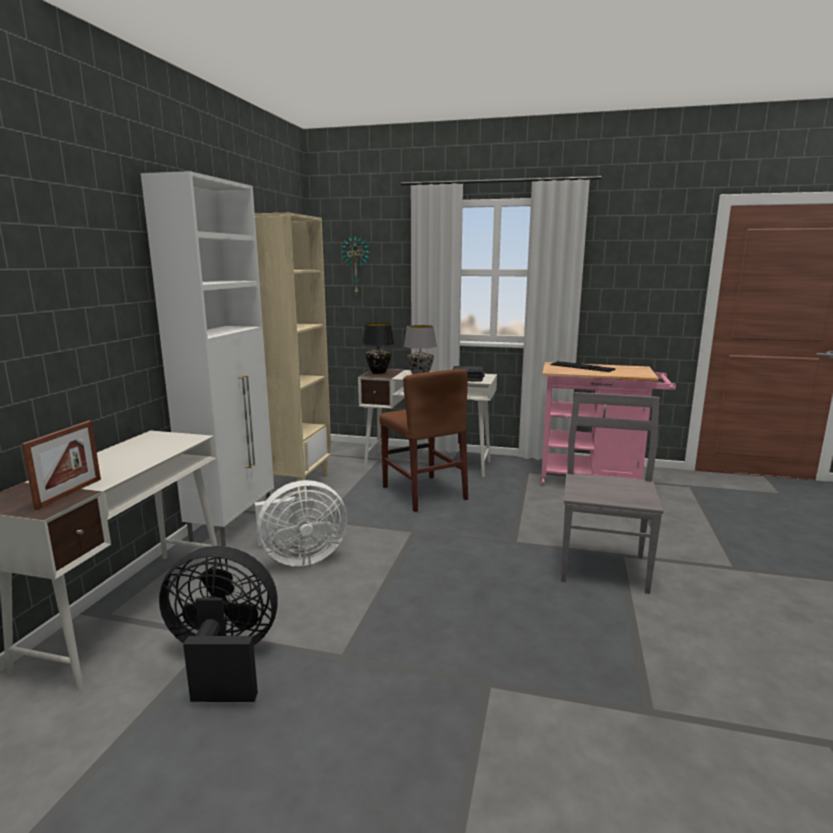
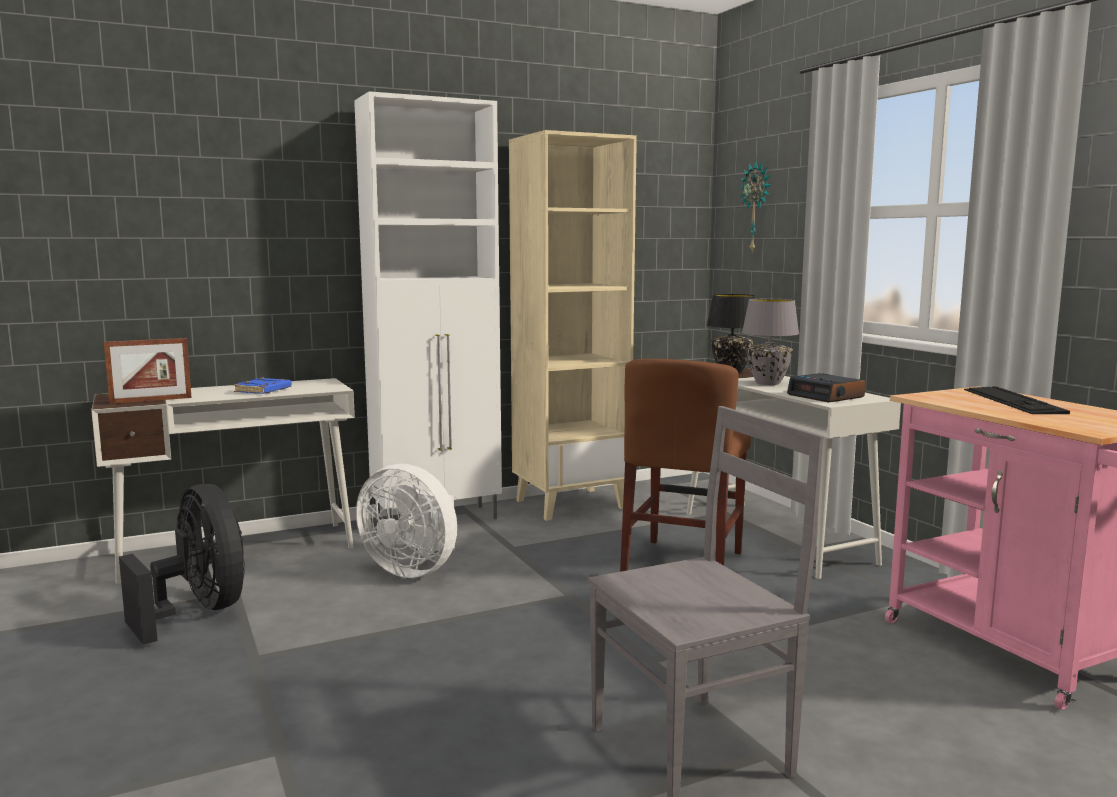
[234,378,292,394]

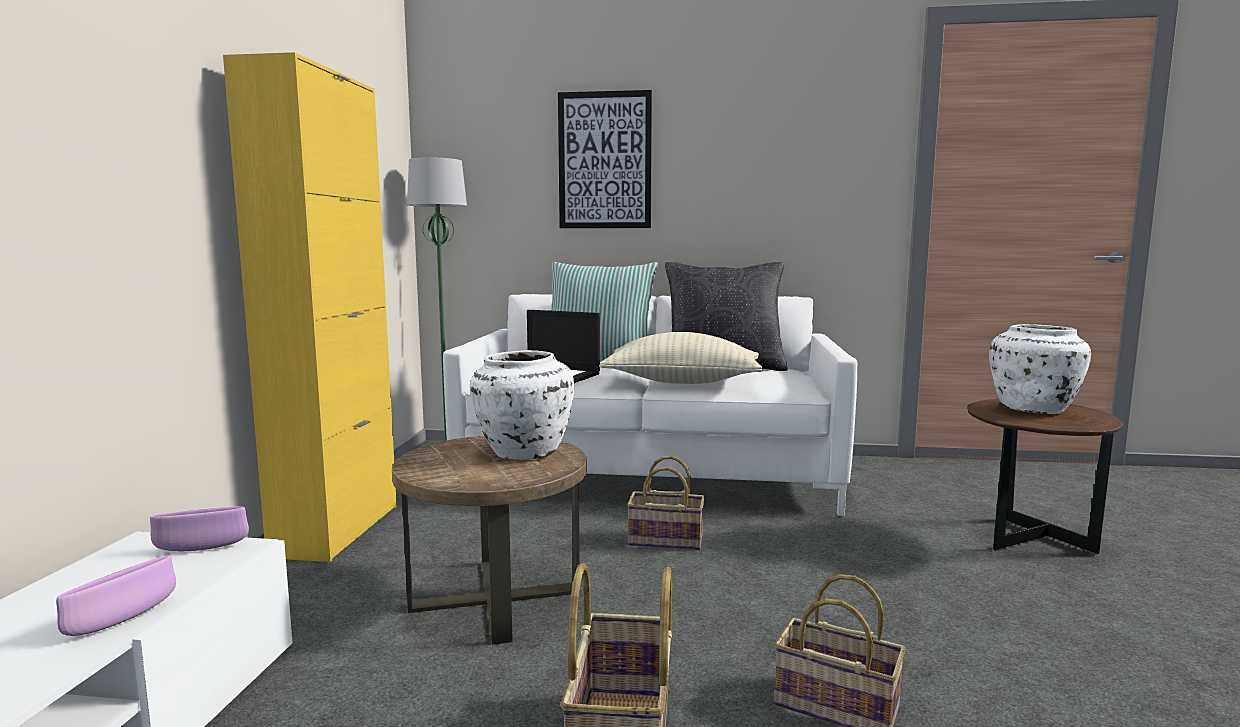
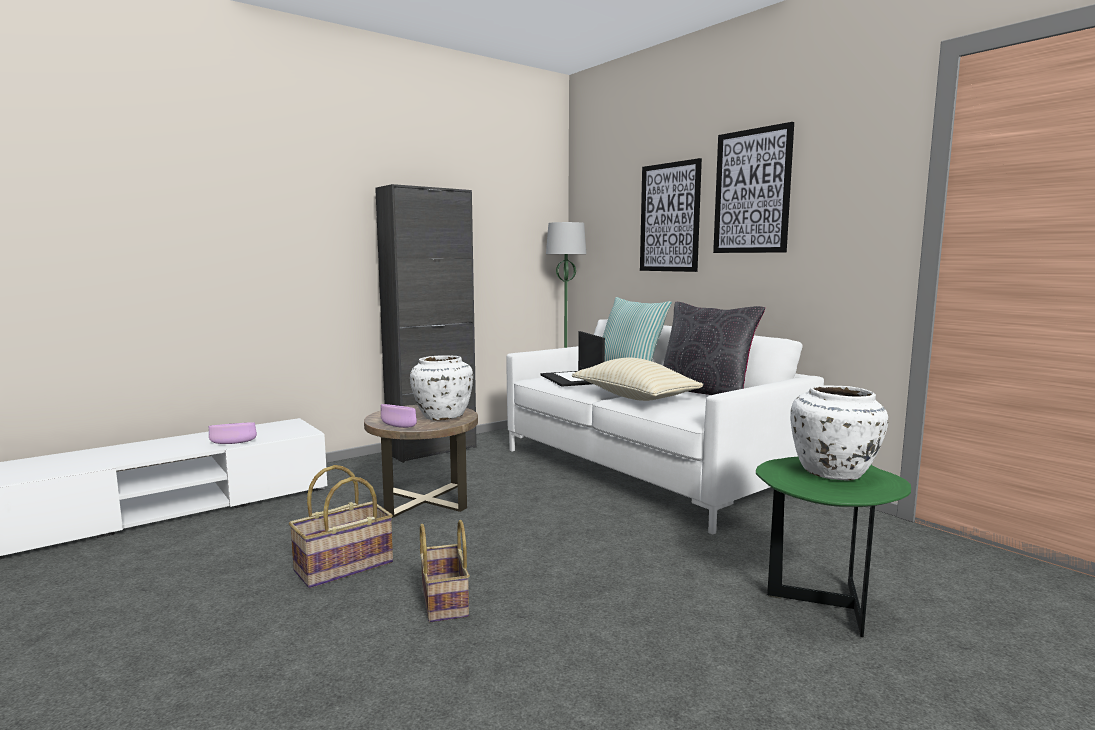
[627,456,704,550] (first image)
[713,122,794,253]
[381,404,417,428]
[375,184,477,463]
[756,457,911,637]

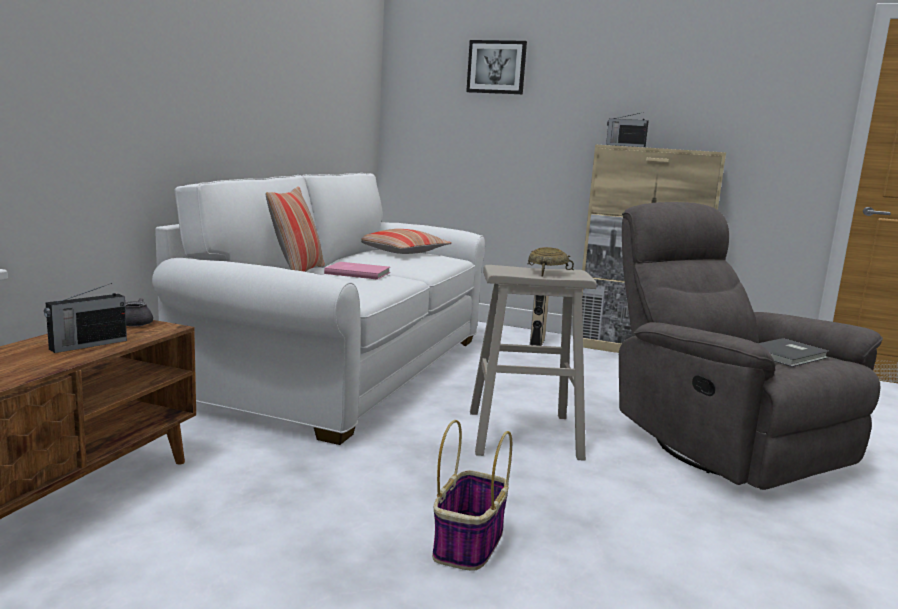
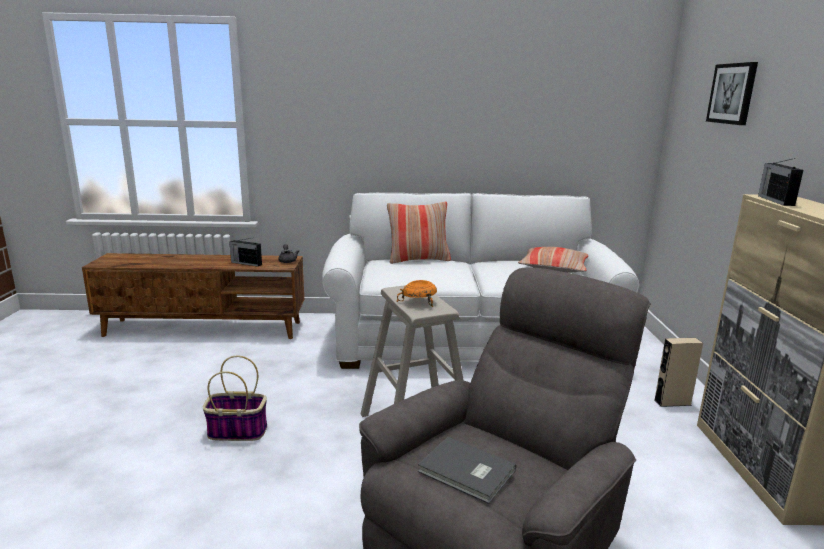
[324,262,390,280] (first image)
[397,280,437,307]

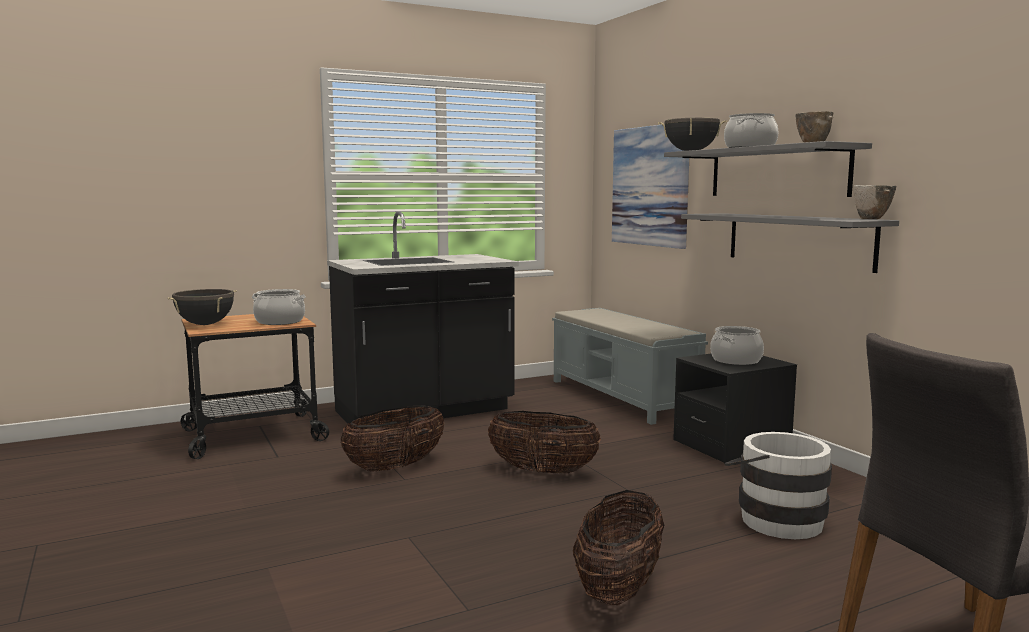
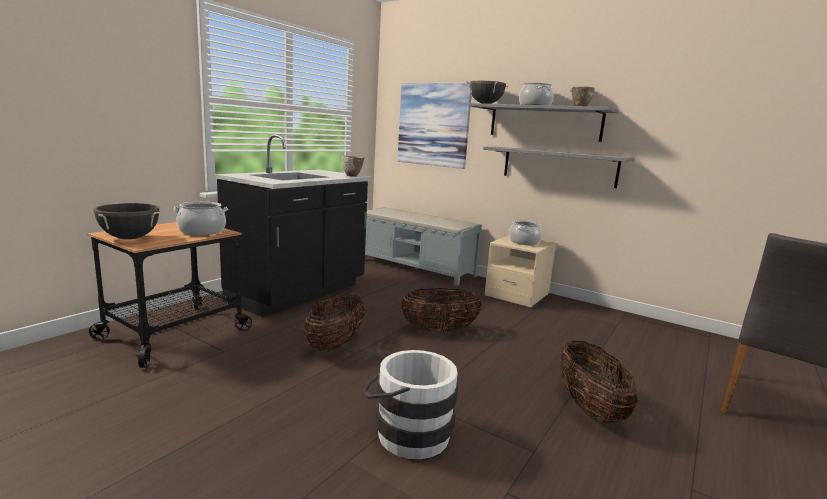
[362,350,458,459]
[342,156,364,176]
[485,235,556,308]

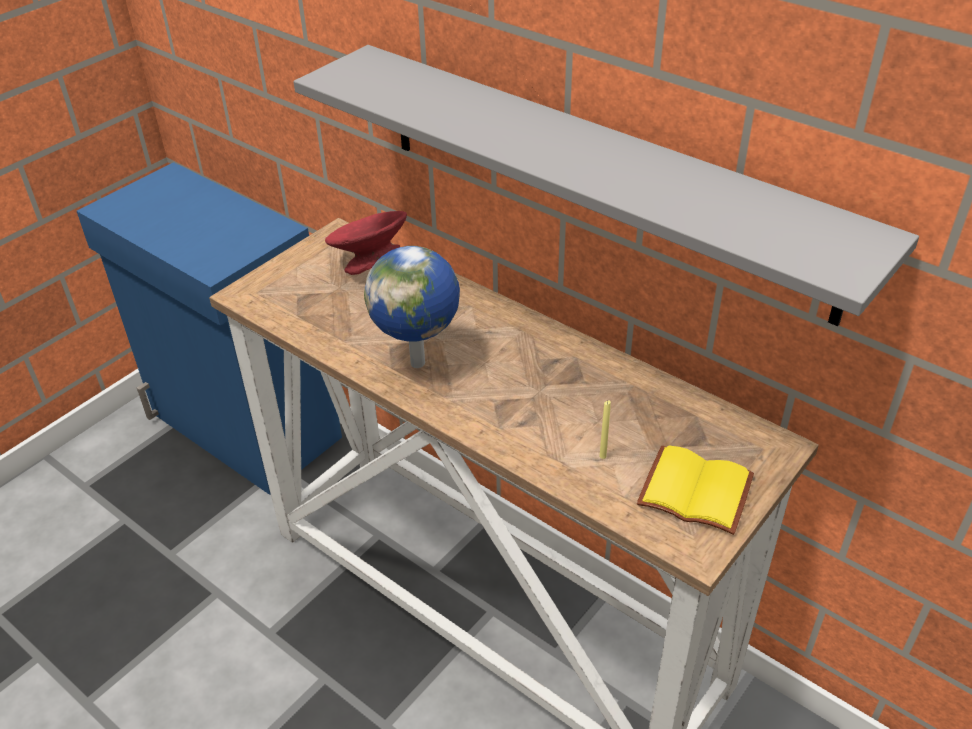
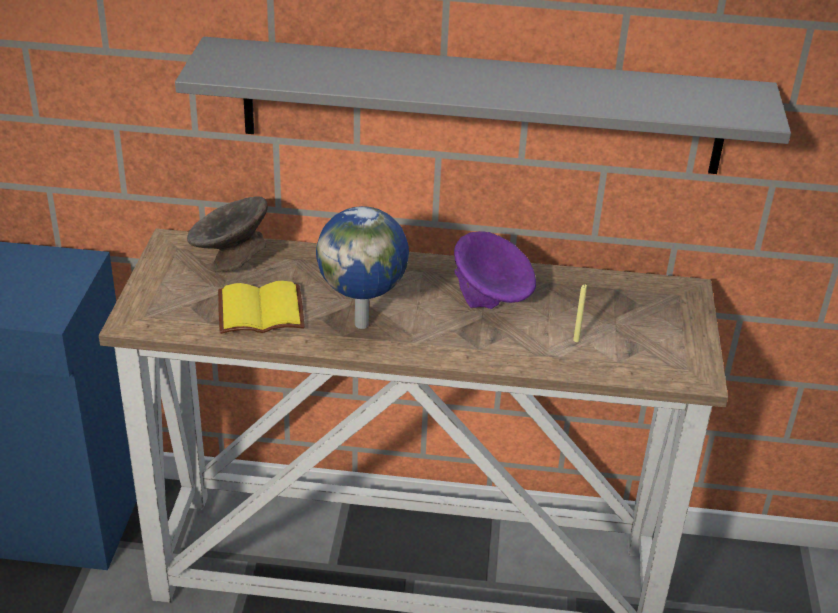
[454,231,536,309]
[218,281,305,334]
[187,196,268,272]

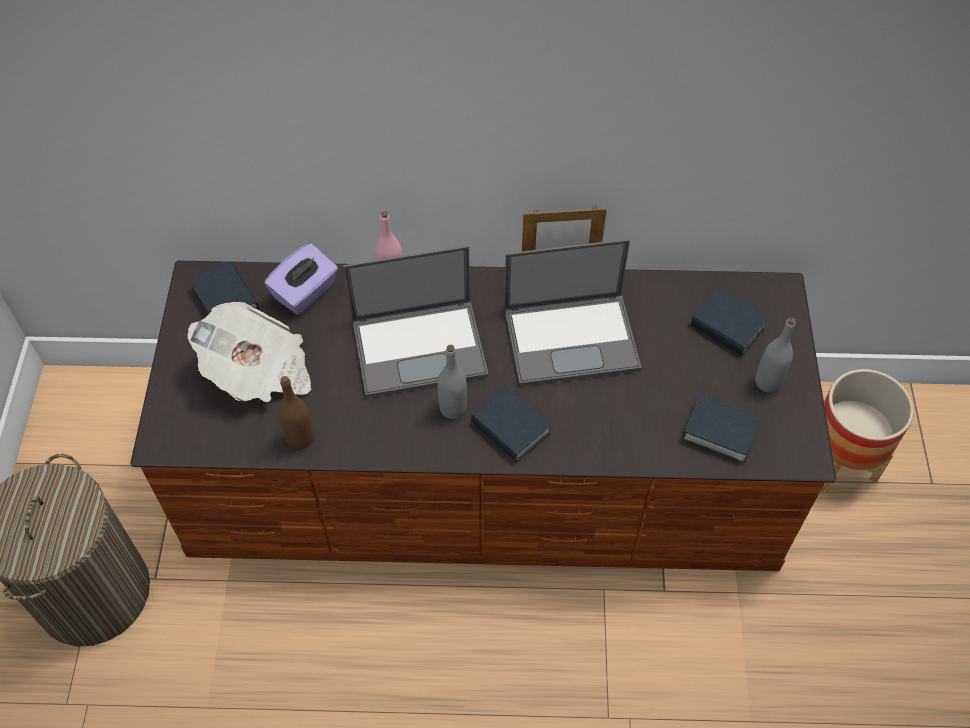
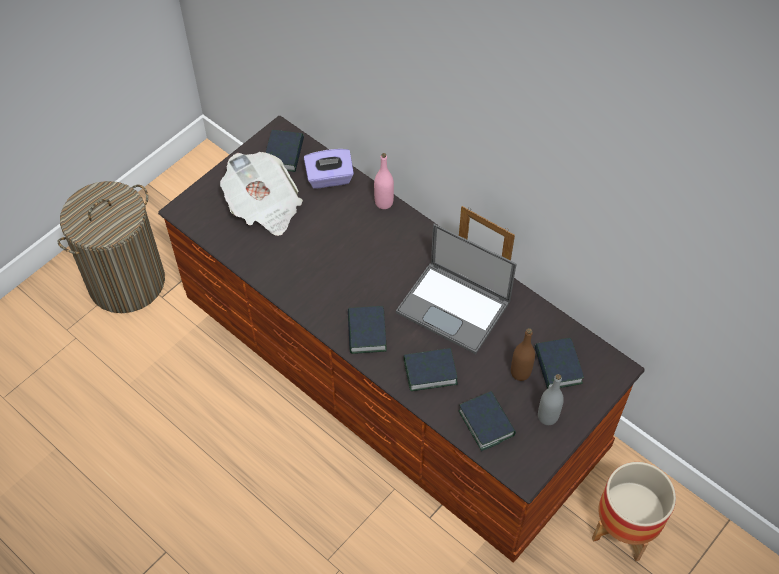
[343,245,488,398] (first image)
[438,345,467,419] (first image)
[404,348,458,391]
[511,328,535,381]

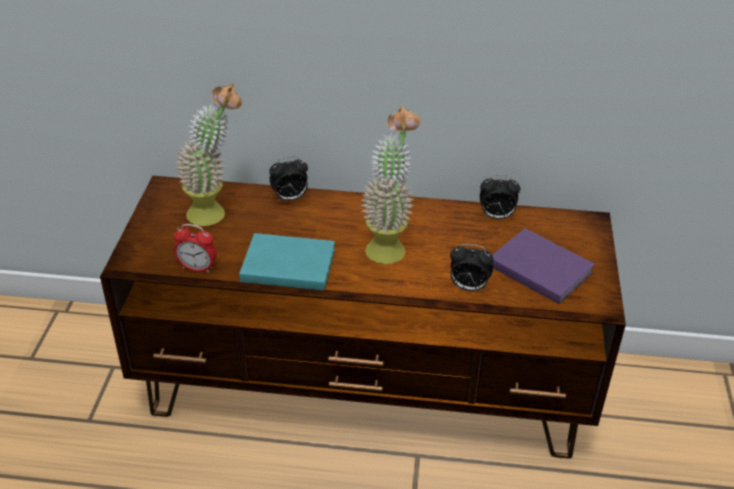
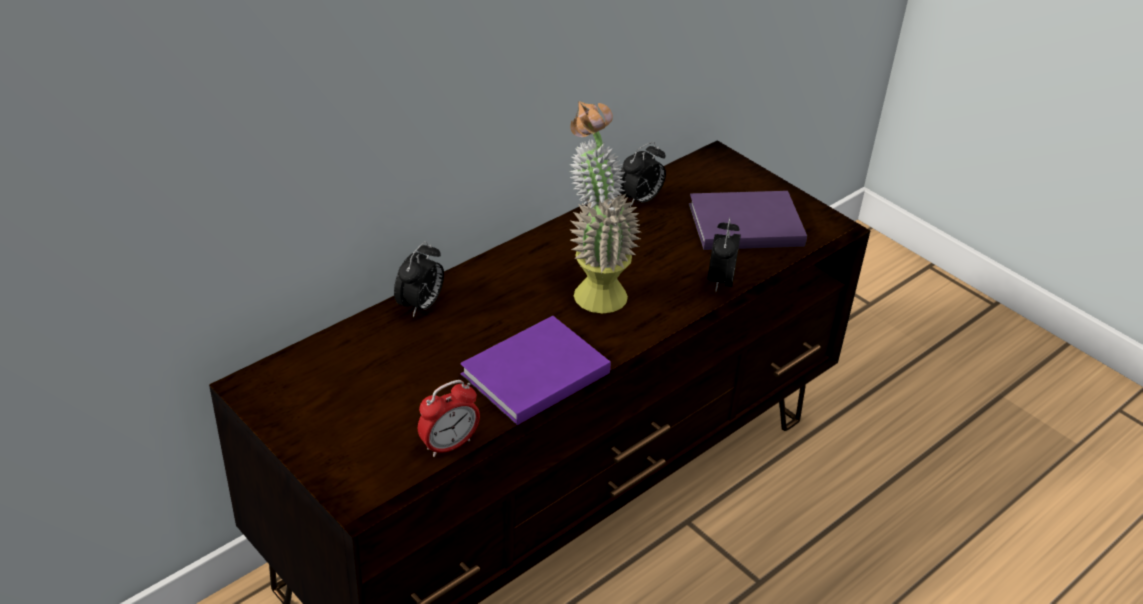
[176,84,242,226] (first image)
[460,316,611,425]
[707,218,741,292]

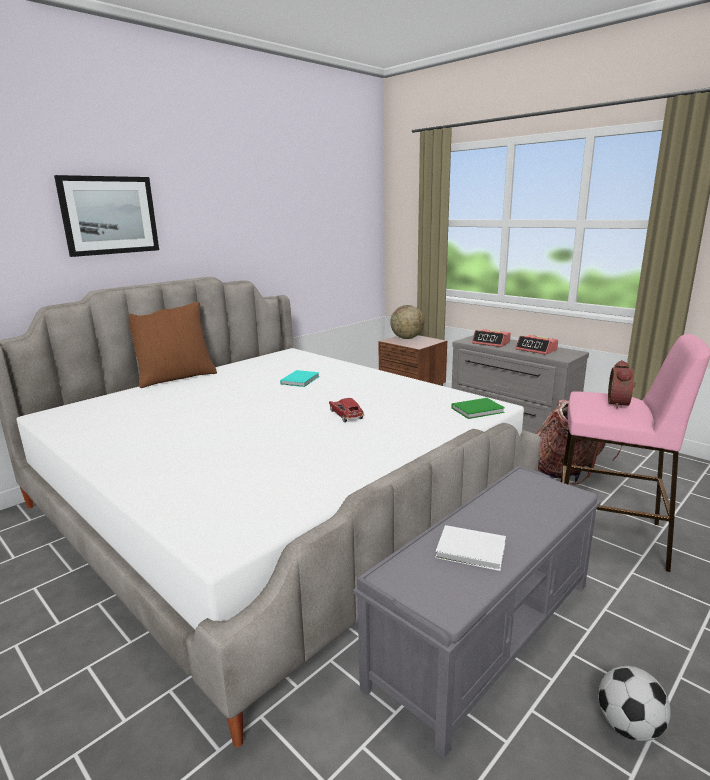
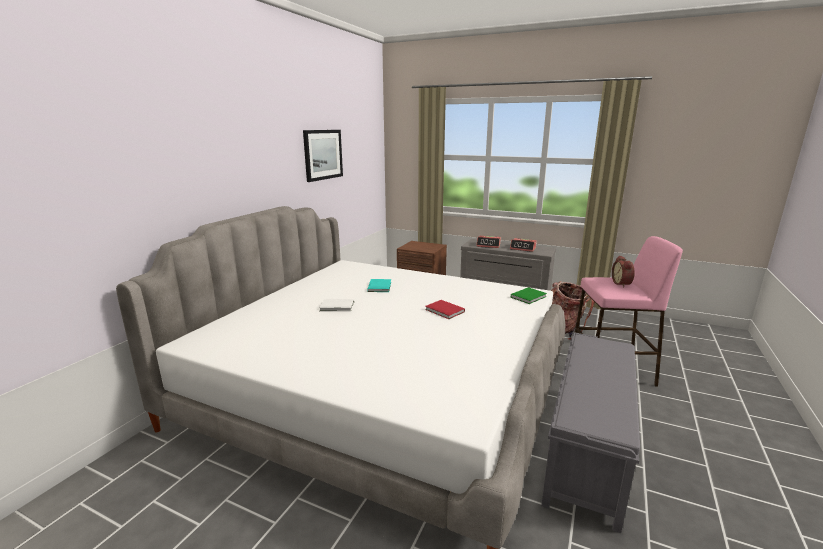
[129,302,217,388] (first image)
[390,305,424,339] (first image)
[598,666,671,741] (first image)
[303,130,343,182]
[319,298,354,312]
[425,300,465,319]

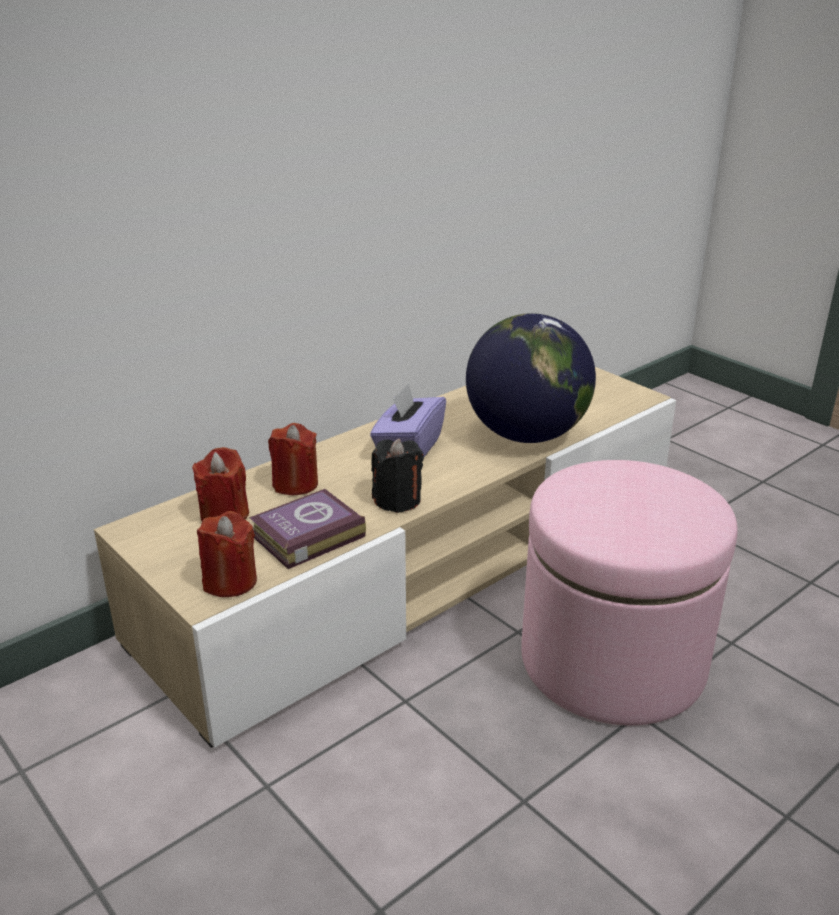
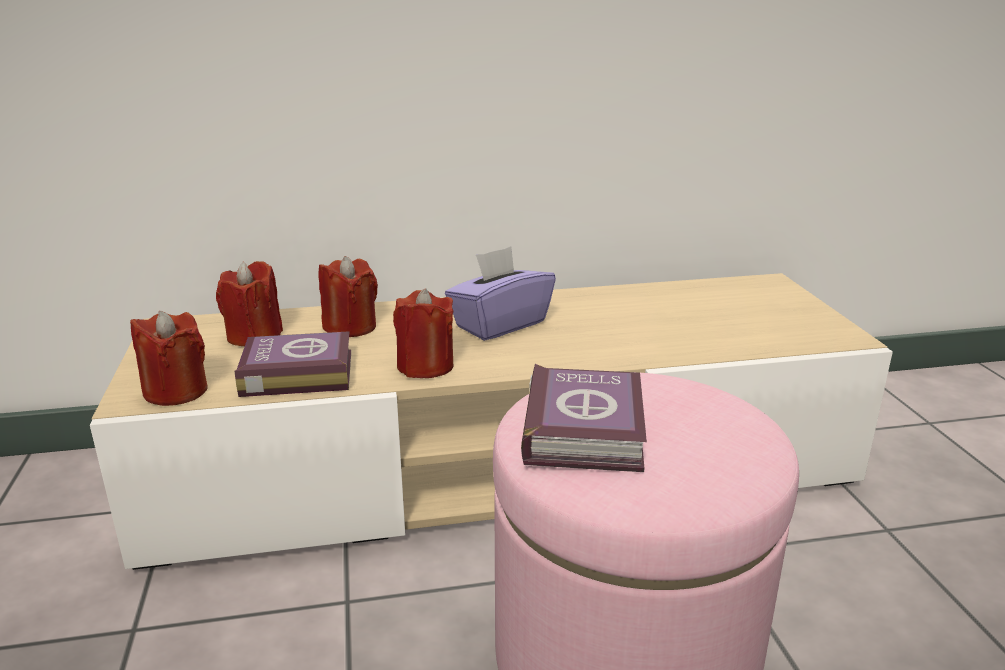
[466,313,596,443] (first image)
[521,364,647,472]
[393,288,453,378]

